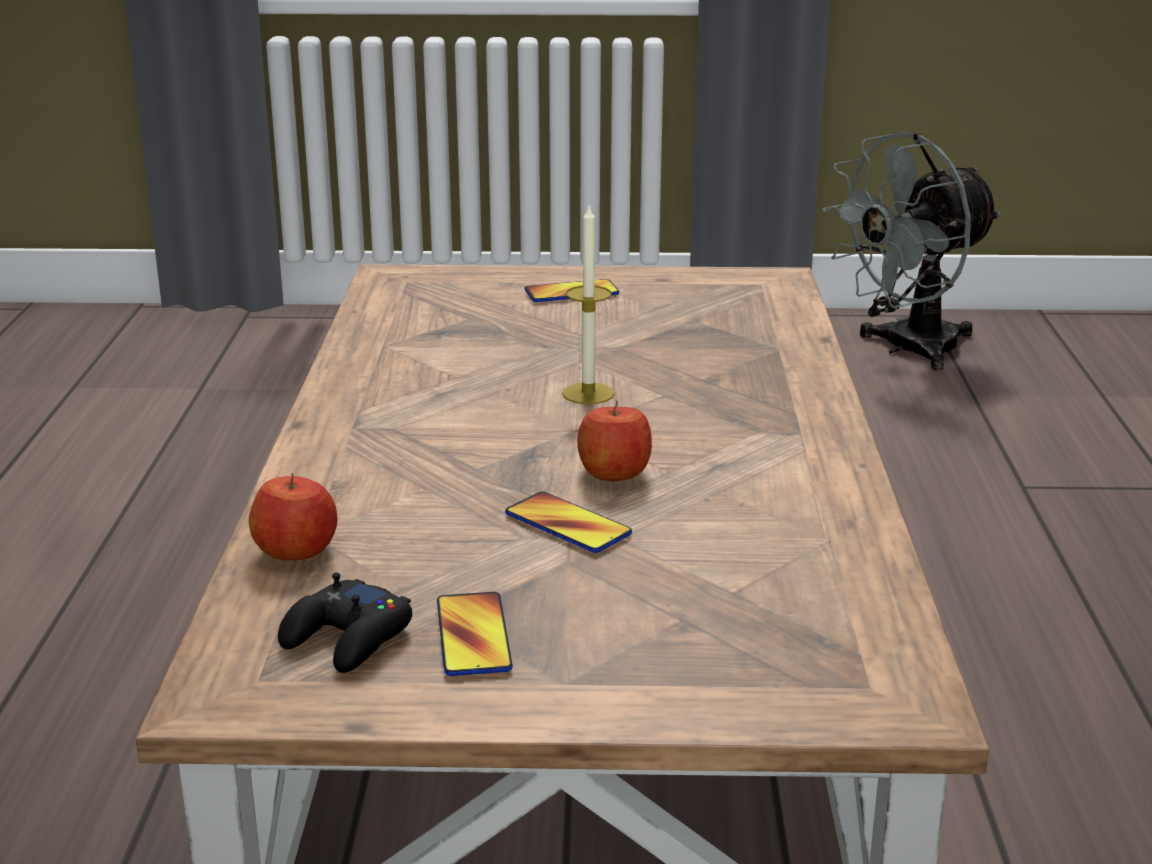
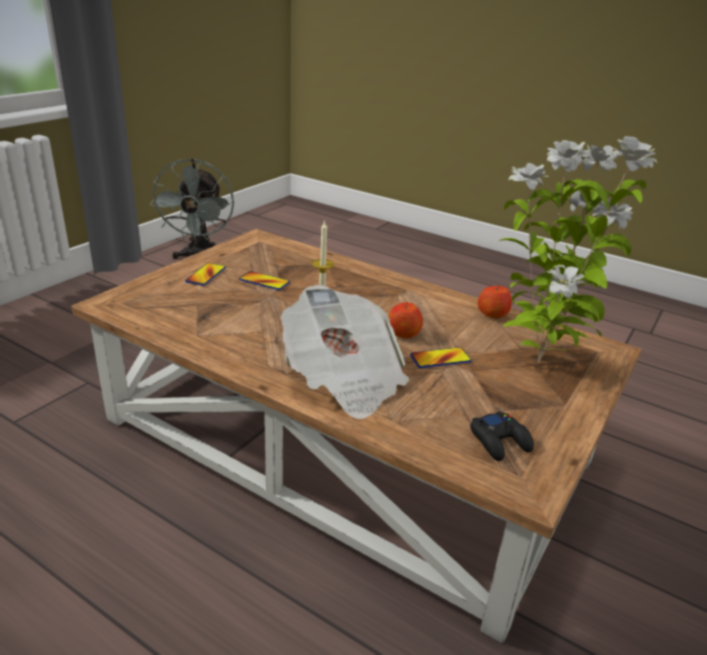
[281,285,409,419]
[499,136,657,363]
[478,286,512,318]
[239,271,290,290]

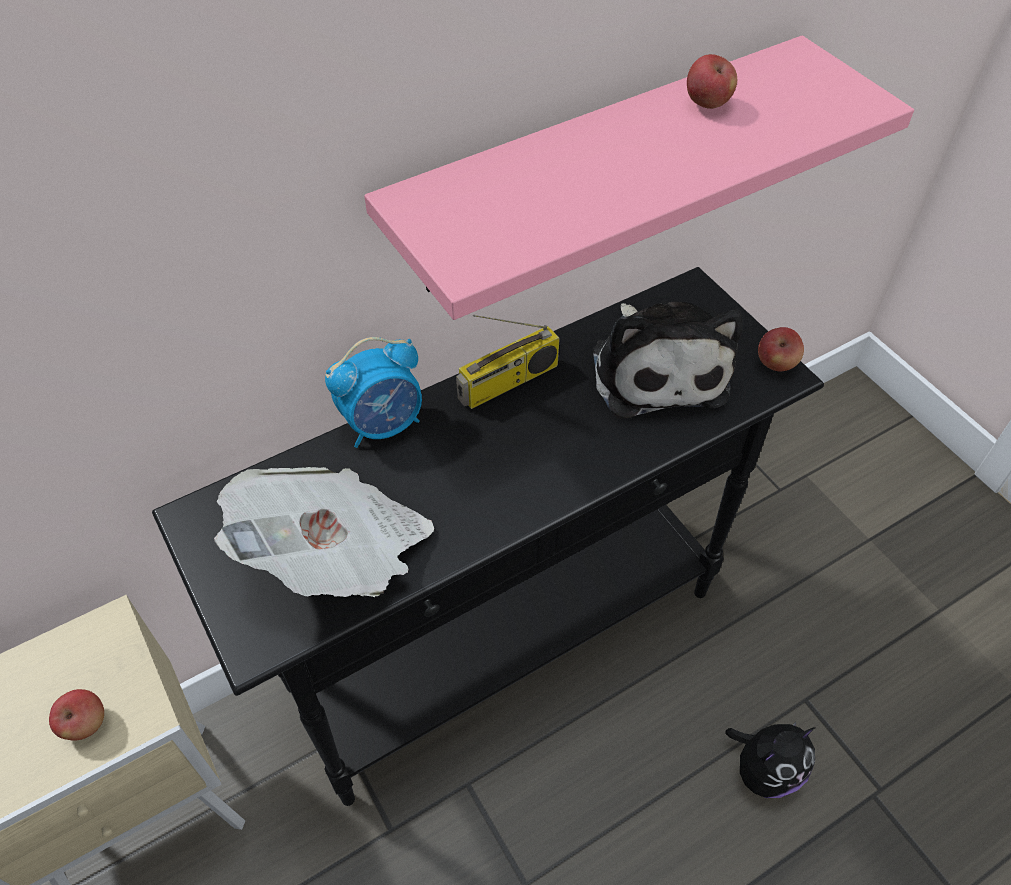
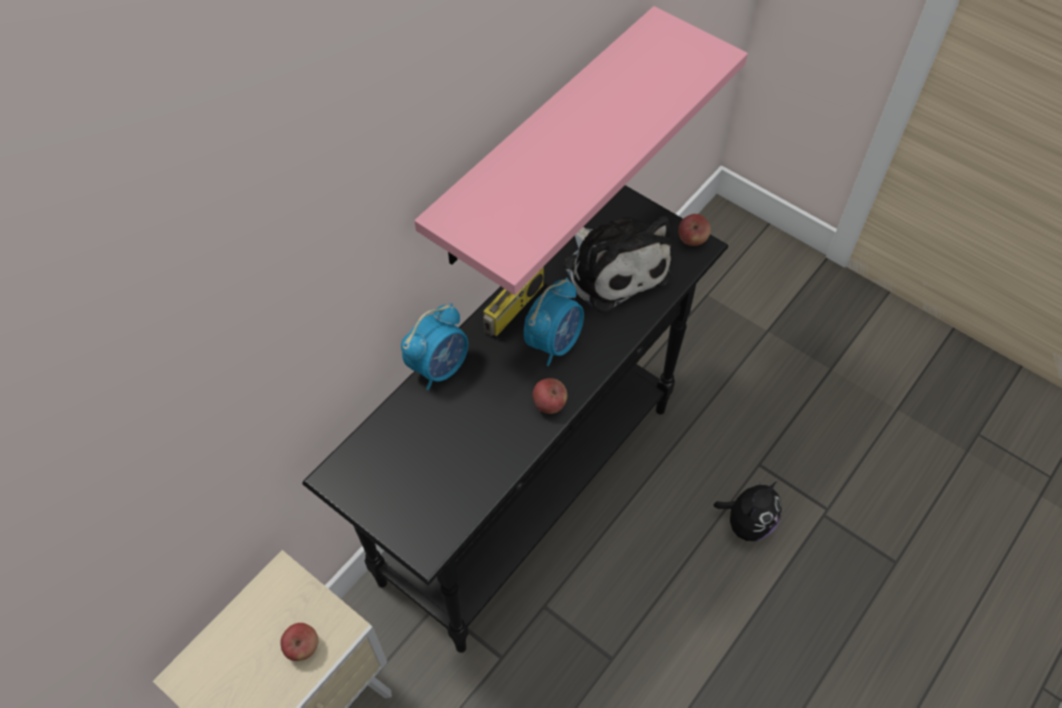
[214,467,434,597] (first image)
[524,277,584,366]
[533,378,567,414]

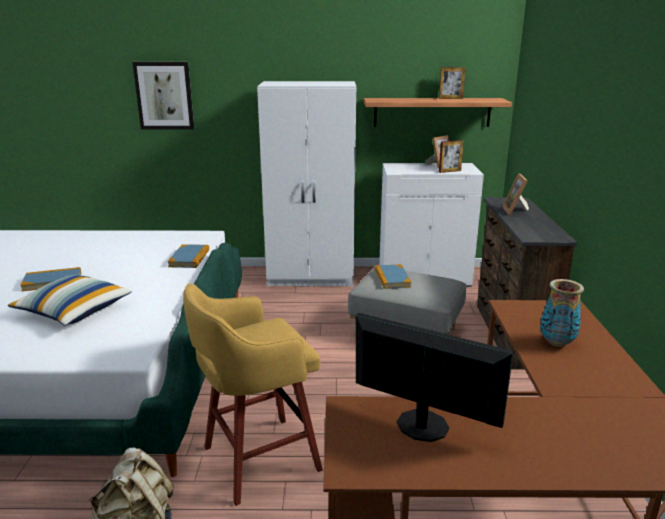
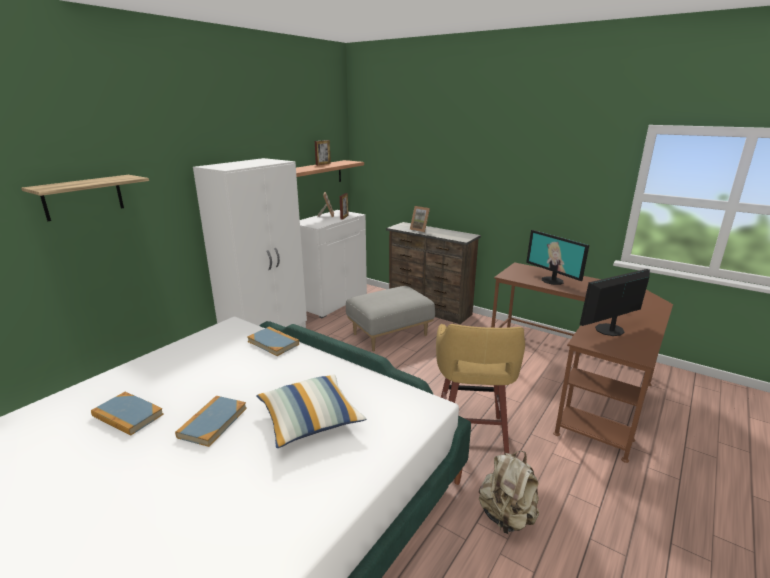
[91,392,164,435]
[21,175,149,221]
[526,230,589,285]

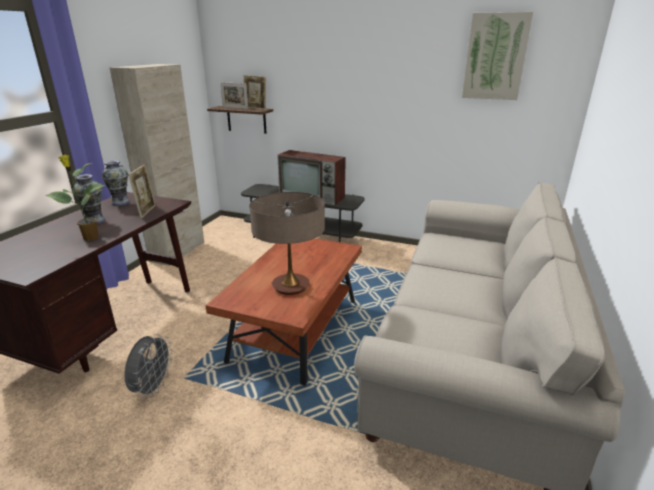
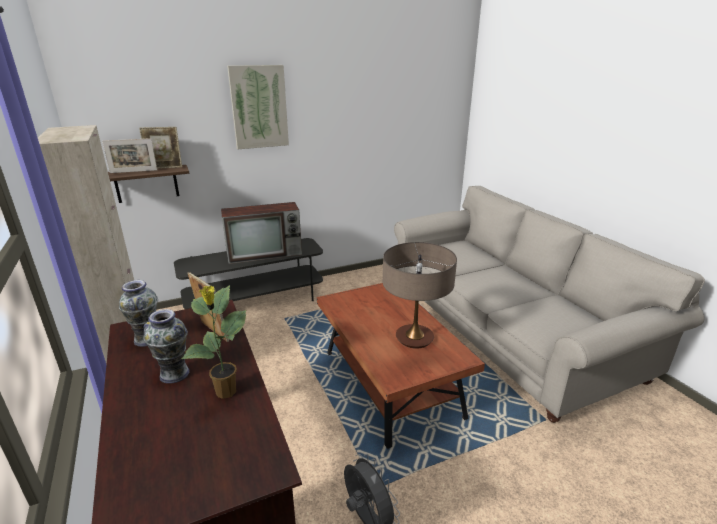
[227,65,289,149]

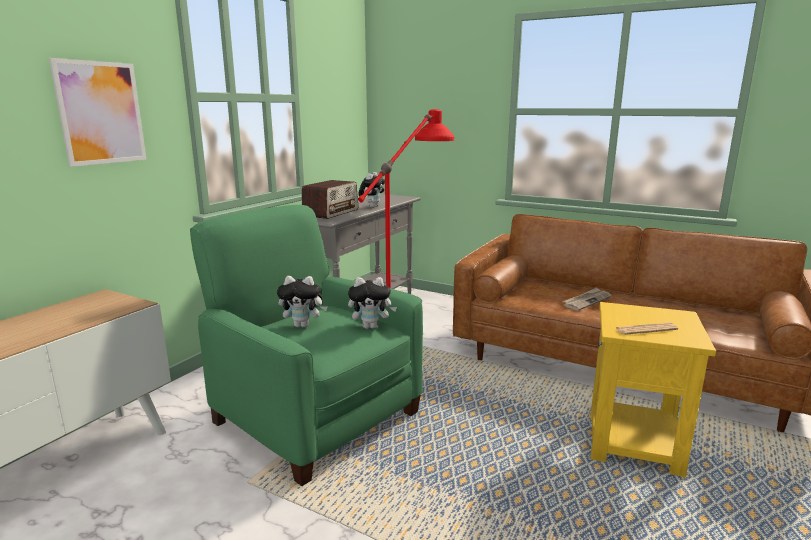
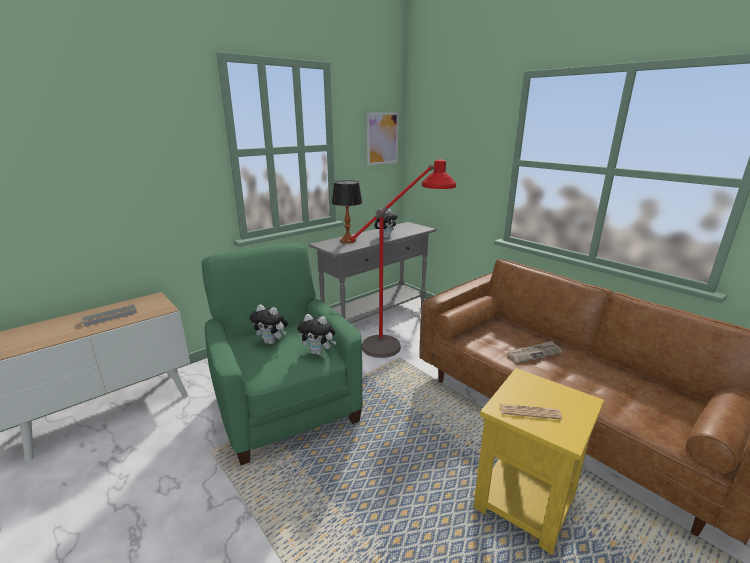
[82,304,137,326]
[367,113,399,165]
[332,180,362,243]

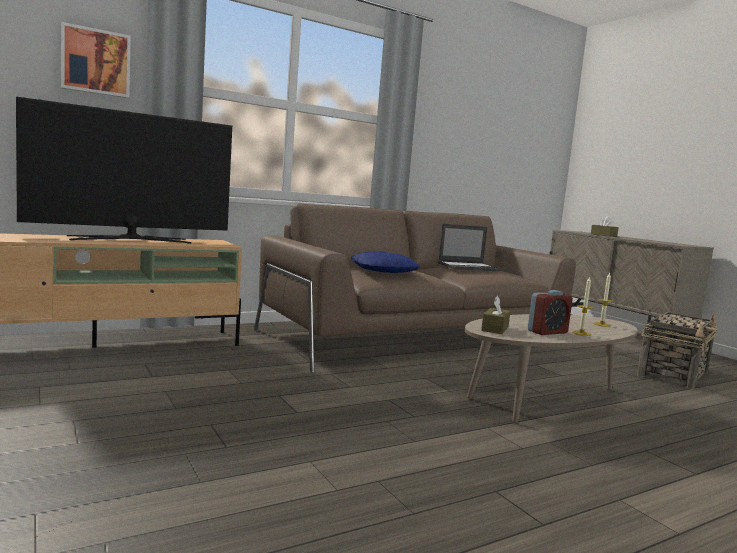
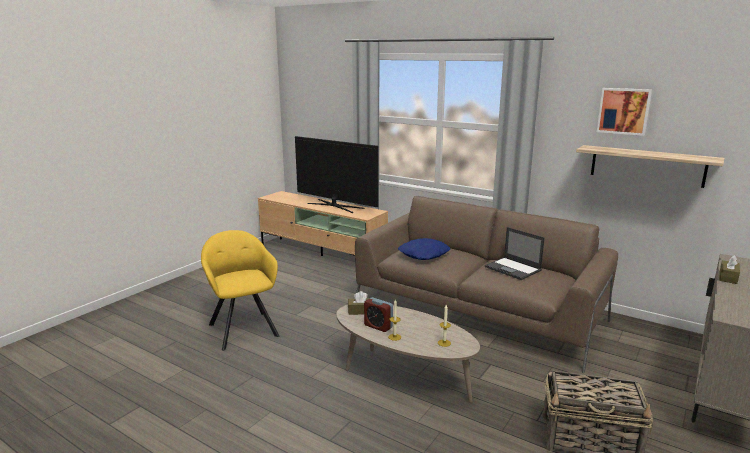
[201,230,280,351]
[576,145,725,188]
[597,88,652,136]

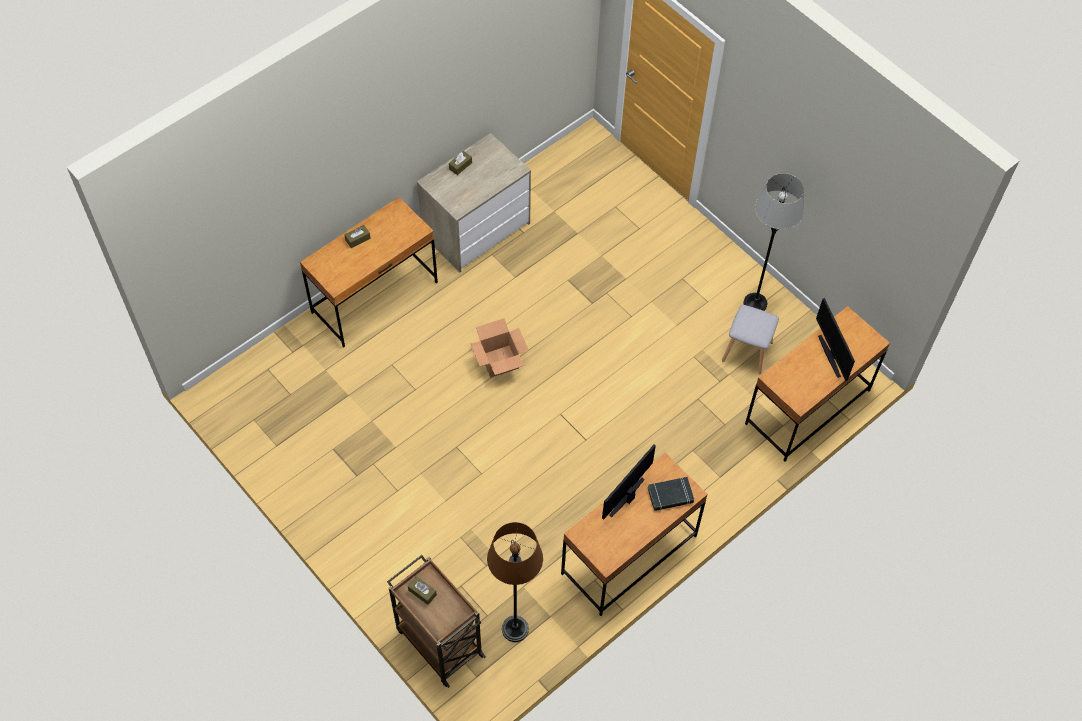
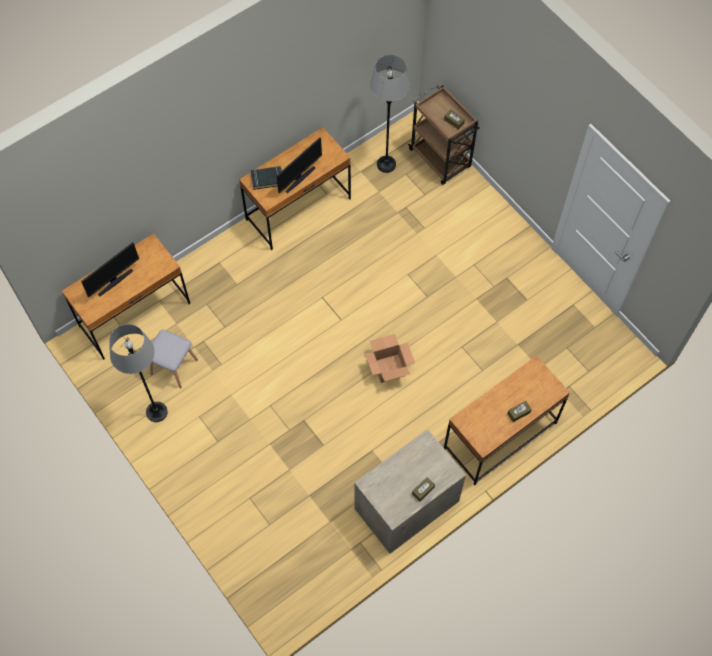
[370,55,410,173]
[81,242,139,297]

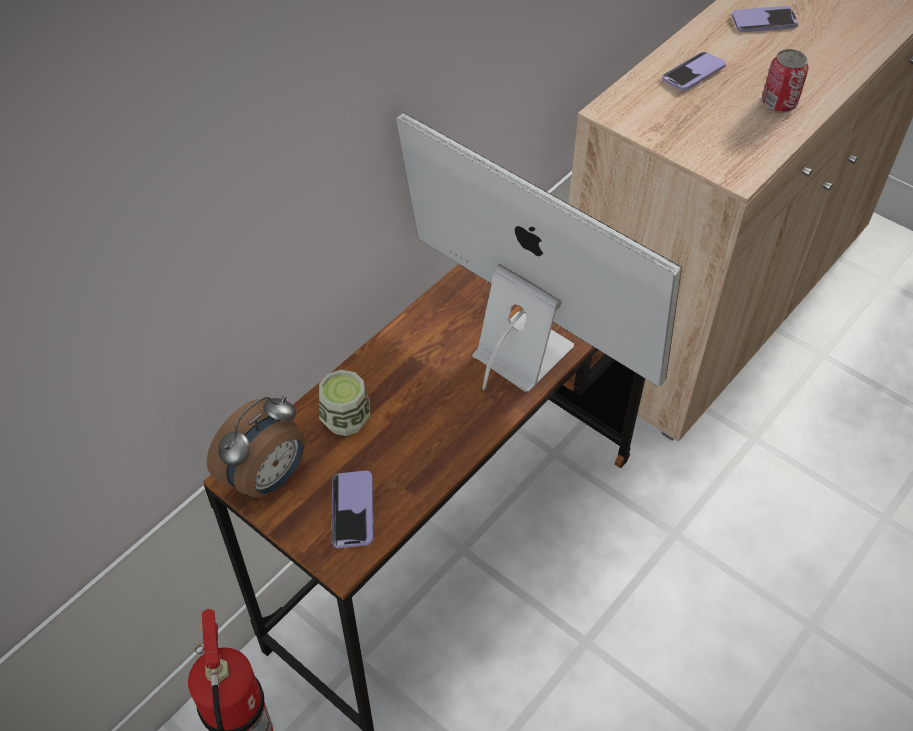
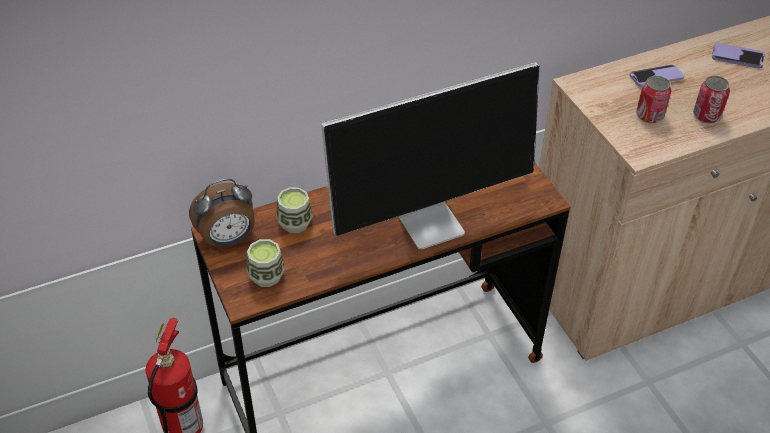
[636,75,671,123]
[247,239,285,287]
[321,62,540,249]

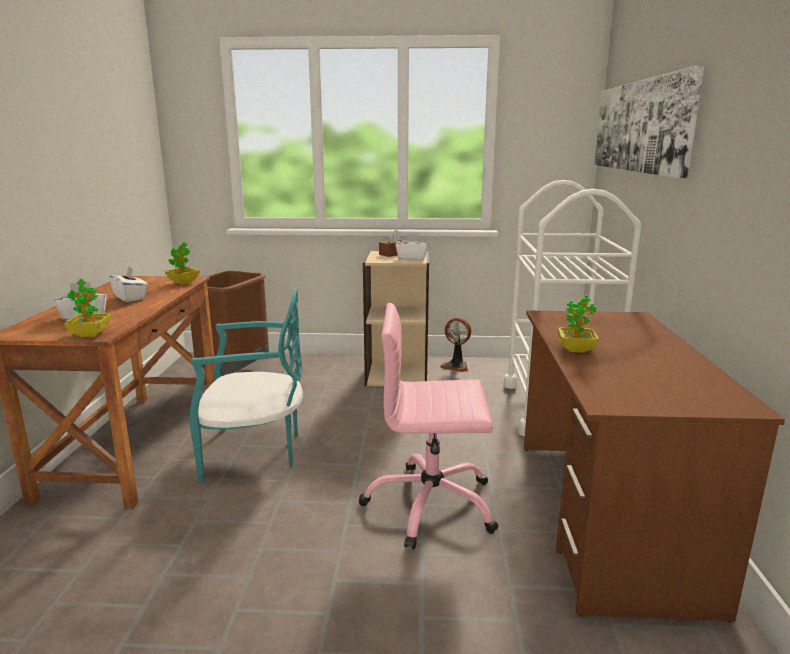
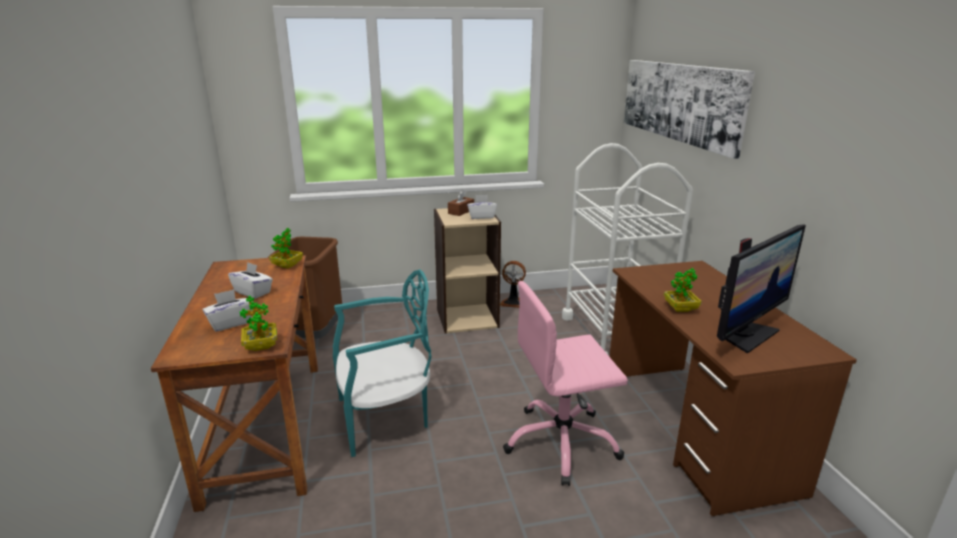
[717,224,806,354]

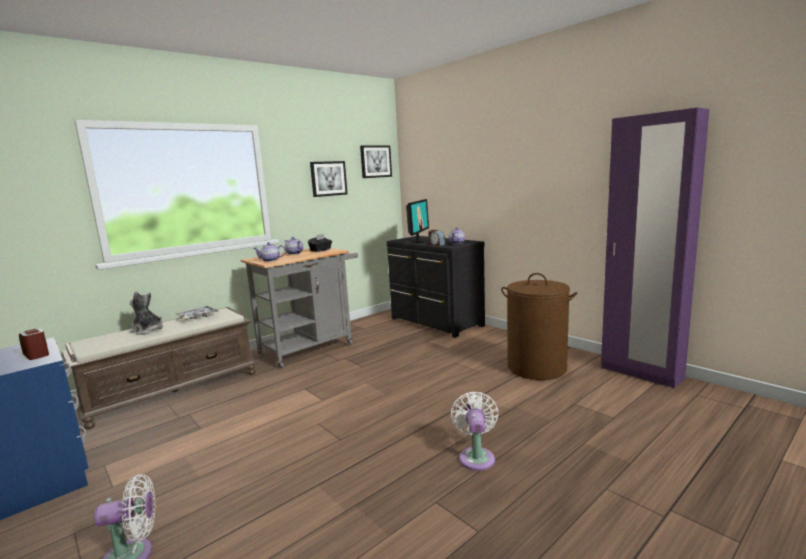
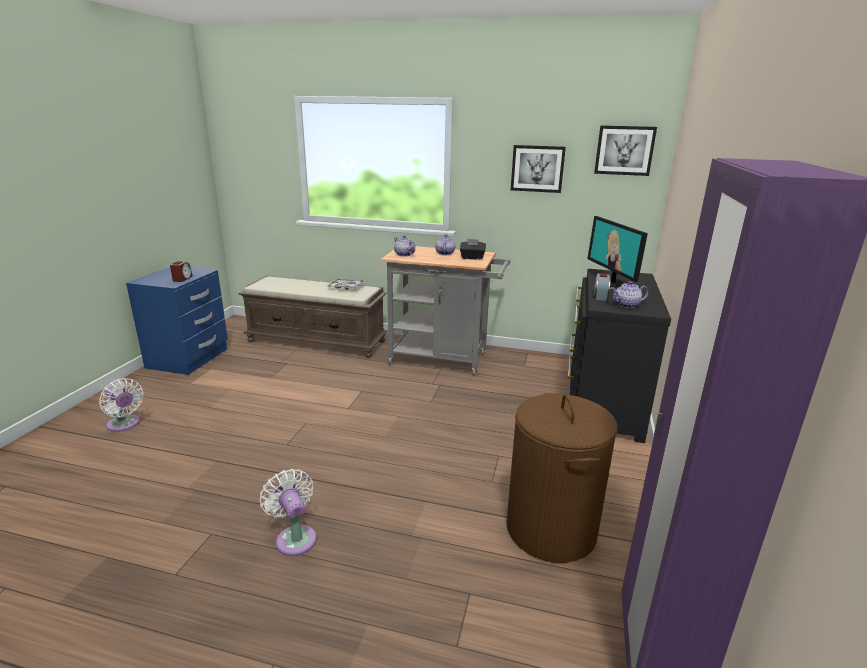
[130,291,163,335] (first image)
[587,216,648,287]
[260,469,317,556]

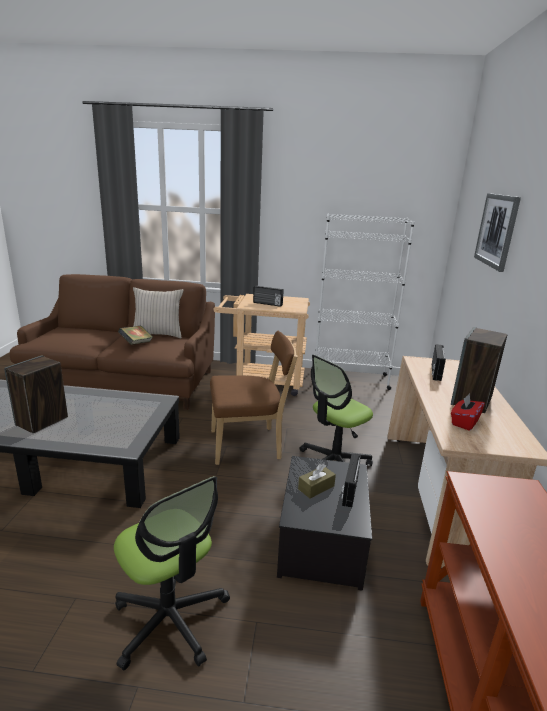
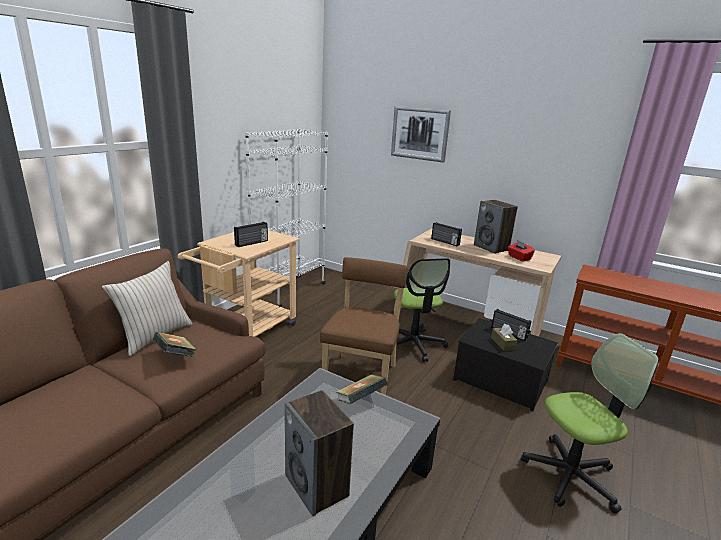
[336,374,388,404]

